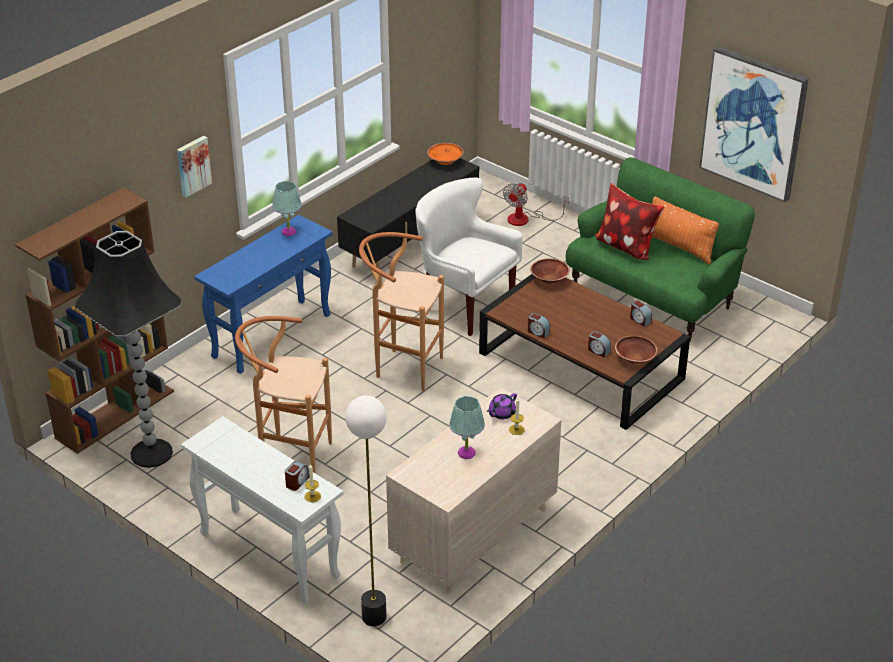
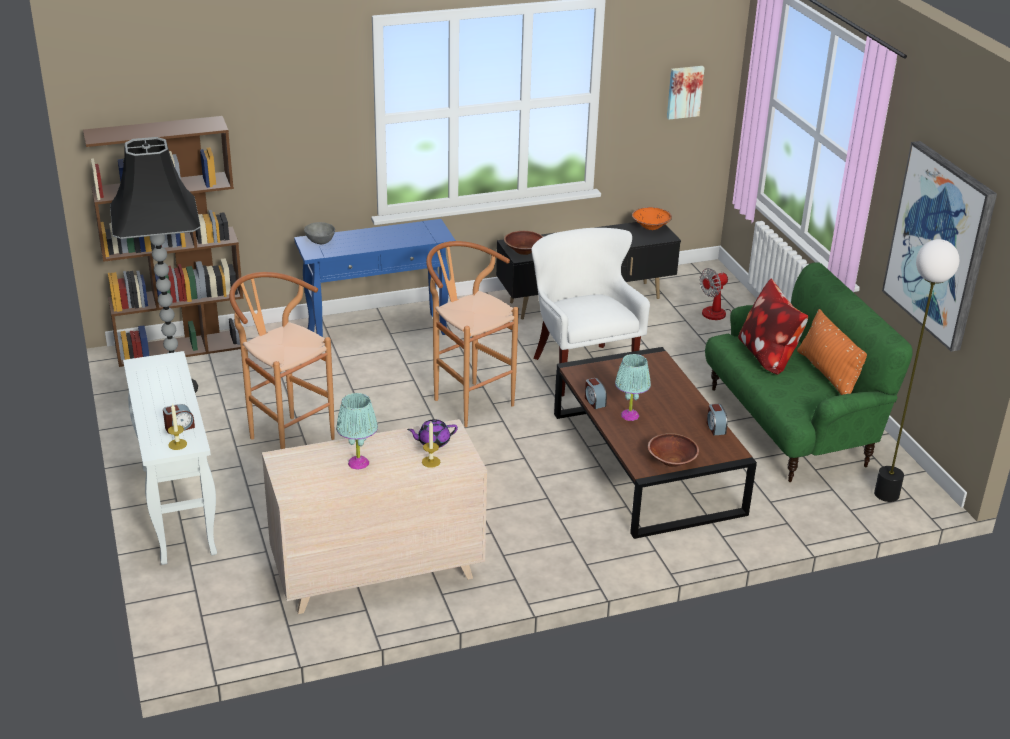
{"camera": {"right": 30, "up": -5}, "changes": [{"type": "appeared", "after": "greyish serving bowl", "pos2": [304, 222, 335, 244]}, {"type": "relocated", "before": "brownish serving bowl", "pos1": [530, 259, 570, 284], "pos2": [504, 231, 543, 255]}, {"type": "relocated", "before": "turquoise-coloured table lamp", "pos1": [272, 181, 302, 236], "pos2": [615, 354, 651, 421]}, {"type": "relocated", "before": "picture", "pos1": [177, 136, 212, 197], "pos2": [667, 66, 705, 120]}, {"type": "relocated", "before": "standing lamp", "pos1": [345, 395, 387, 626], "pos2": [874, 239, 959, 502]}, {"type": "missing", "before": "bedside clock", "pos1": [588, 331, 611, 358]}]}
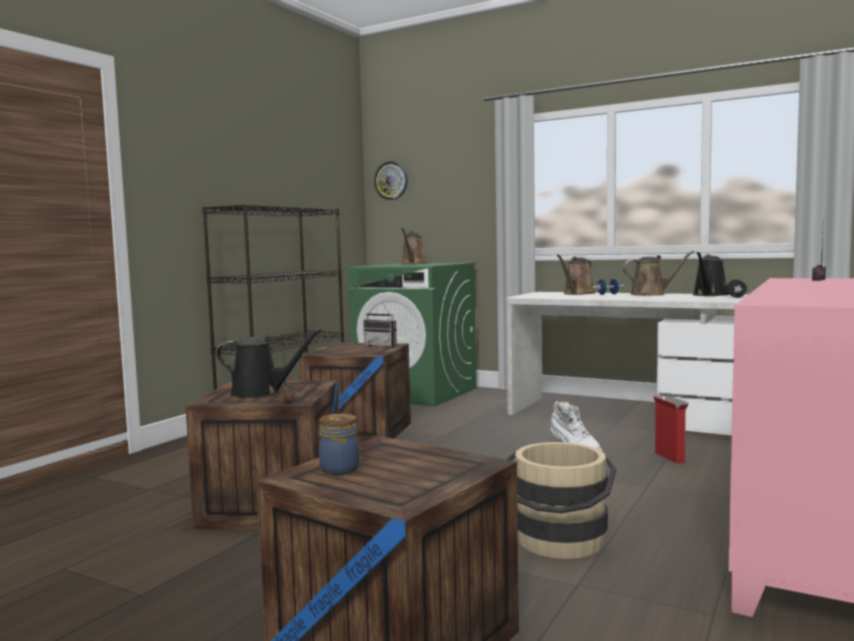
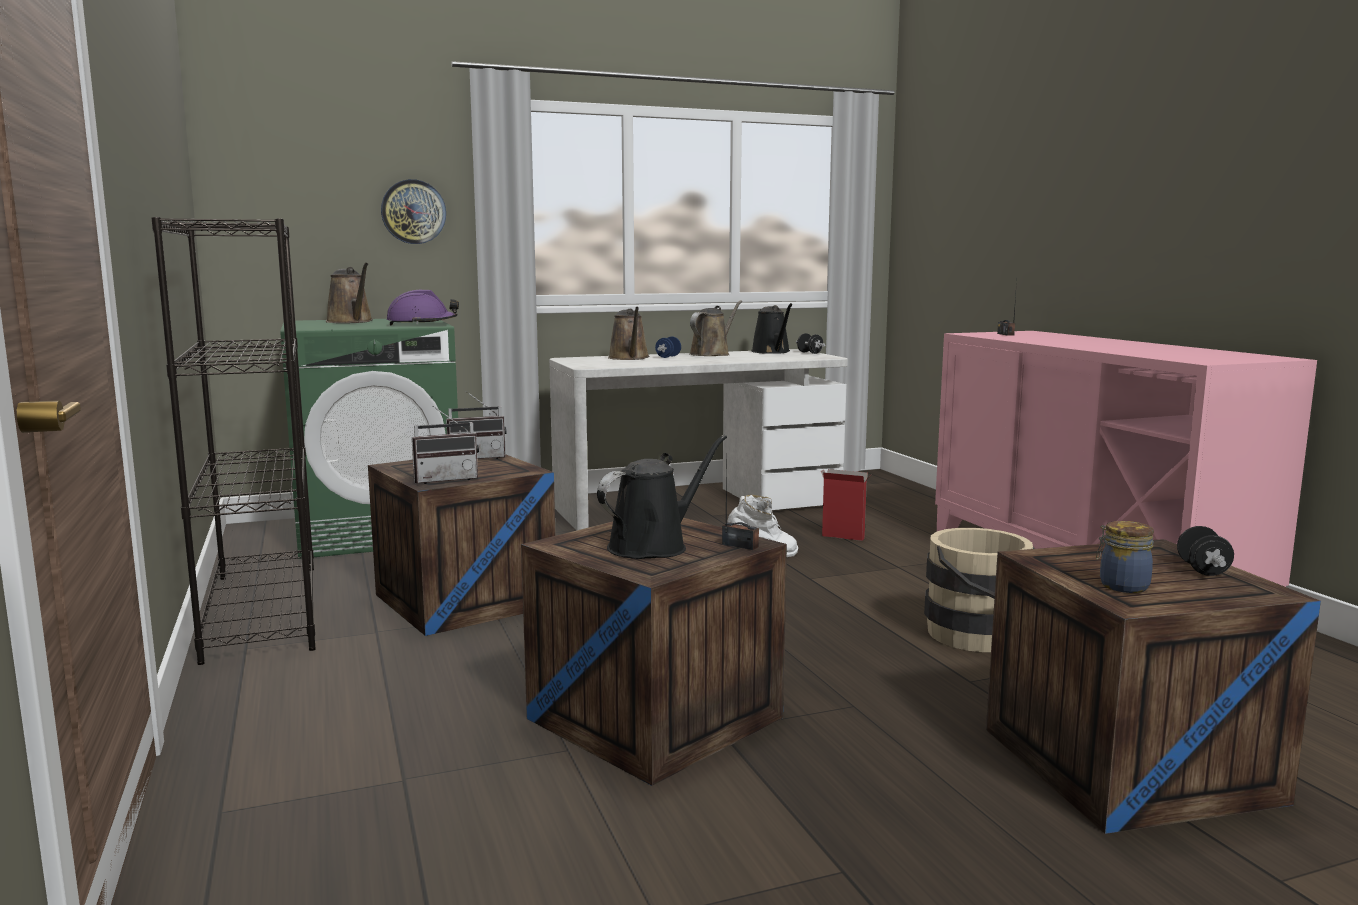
{"camera": {"right": -50, "up": 5}, "changes": [{"type": "relocated", "before": "hanging clock", "pos1": [374, 161, 408, 200], "pos2": [381, 179, 446, 244]}, {"type": "appeared", "after": "purple safety helmet", "pos2": [386, 290, 459, 325]}, {"type": "appeared", "after": "radio receiver", "pos2": [412, 406, 479, 484]}, {"type": "appeared", "after": "blackish hand weight", "pos2": [1177, 526, 1234, 576]}]}
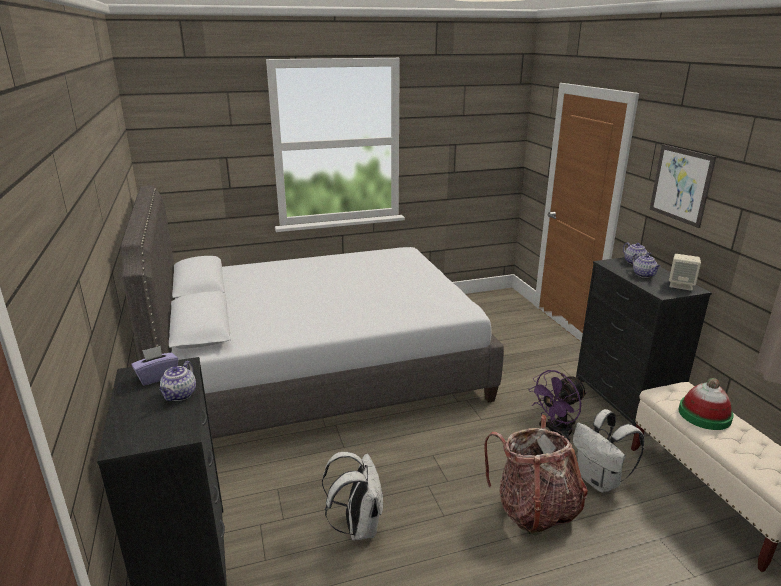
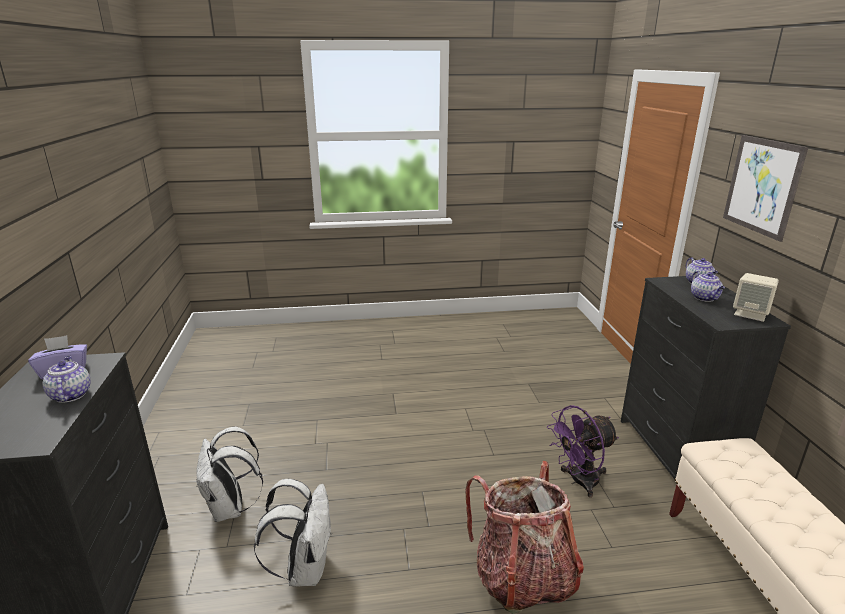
{"camera": {"right": 10, "up": 0}, "changes": [{"type": "spun", "before": "tea pot", "pos1": [159, 361, 196, 401], "pos2": [42, 356, 90, 403], "turn": 135}, {"type": "relocated", "before": "white backpack", "pos1": [573, 409, 644, 493], "pos2": [196, 427, 263, 522]}, {"type": "missing", "before": "greyish bedroom bed", "pos1": [120, 185, 504, 439]}, {"type": "missing", "before": "wearable hat", "pos1": [678, 378, 734, 430]}]}
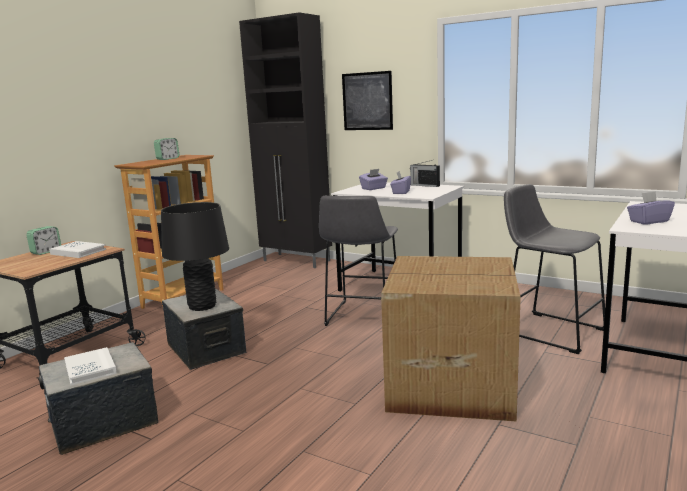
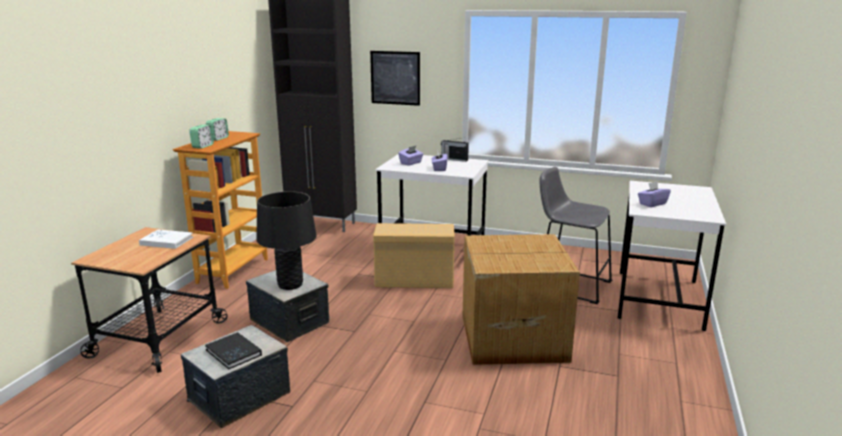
{"camera": {"right": -15, "up": 5}, "changes": [{"type": "relocated", "before": "bedside clock", "pos1": [26, 226, 61, 255], "pos2": [189, 125, 214, 149]}, {"type": "colour", "before": "white bound book", "after": "blackish bound book", "pos1": [64, 347, 117, 385], "pos2": [205, 332, 262, 369]}, {"type": "exchanged", "before": "greyish stool seat", "after": "beige storage box", "pos1": [319, 196, 398, 326], "pos2": [373, 223, 455, 288]}]}
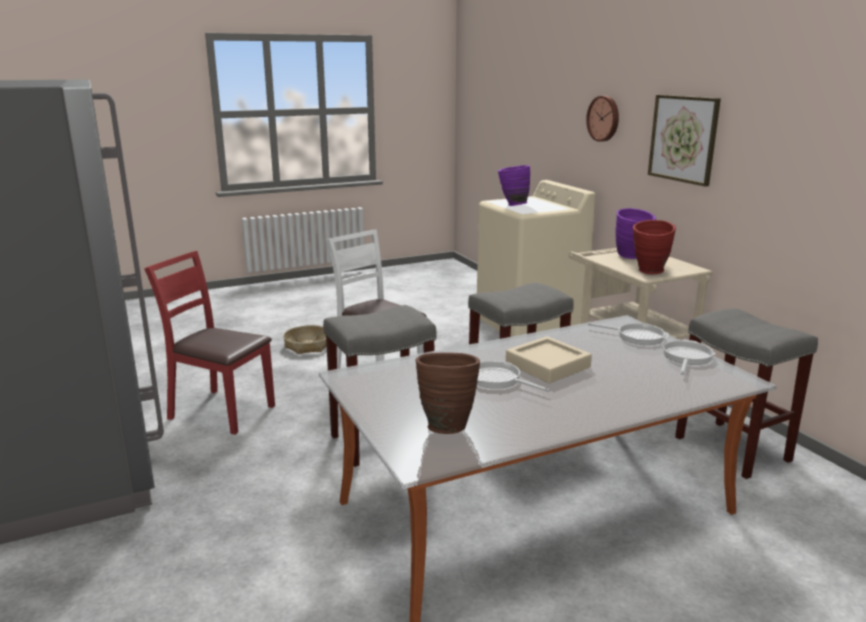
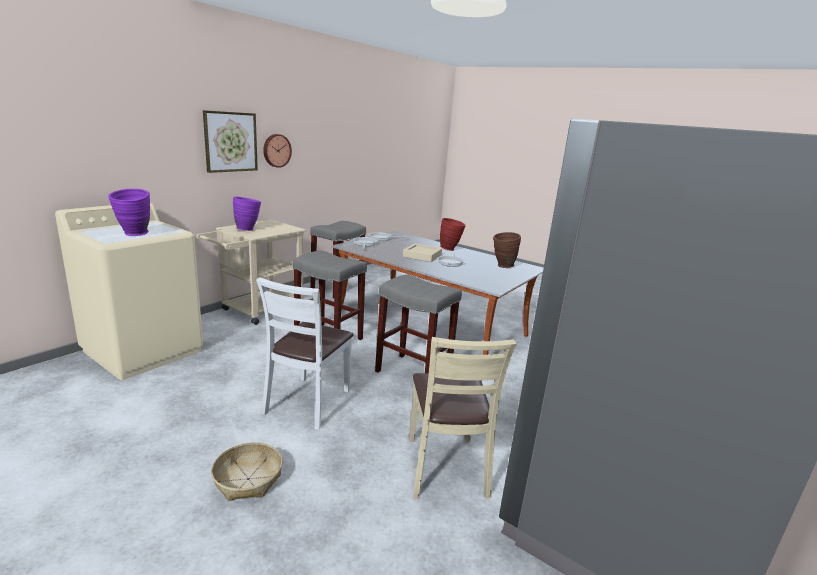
{"camera": {"right": -120, "up": 0}, "changes": [{"type": "relocated", "before": "hanging clock", "pos1": [586, 96, 619, 142], "pos2": [263, 134, 292, 168]}, {"type": "colour", "before": "reddish chair", "after": "beige chair", "pos1": [144, 251, 275, 435], "pos2": [409, 337, 516, 499]}, {"type": "relocated", "before": "reddish decorative vase", "pos1": [633, 220, 676, 274], "pos2": [440, 218, 466, 251]}]}
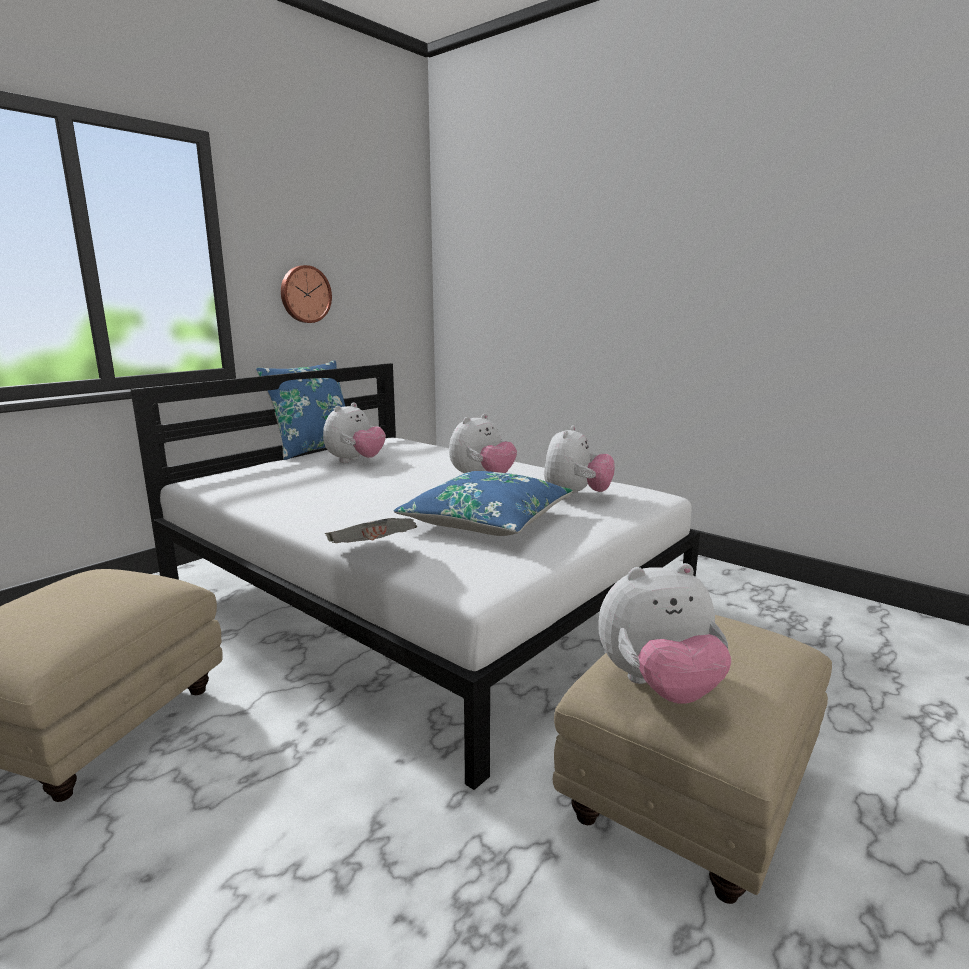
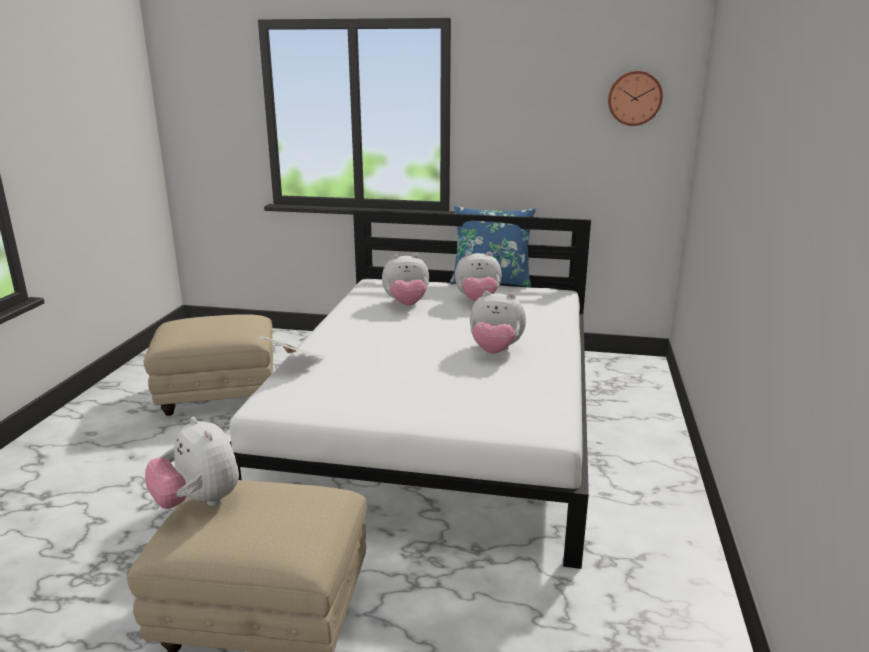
{"camera": {"right": 60, "up": 5}, "changes": [{"type": "relocated", "before": "plush toy", "pos1": [544, 425, 615, 499], "pos2": [382, 254, 429, 305]}, {"type": "relocated", "before": "hanging clock", "pos1": [281, 265, 332, 323], "pos2": [608, 71, 663, 126]}, {"type": "missing", "before": "blue-coloured throw pillow", "pos1": [394, 471, 573, 536]}]}
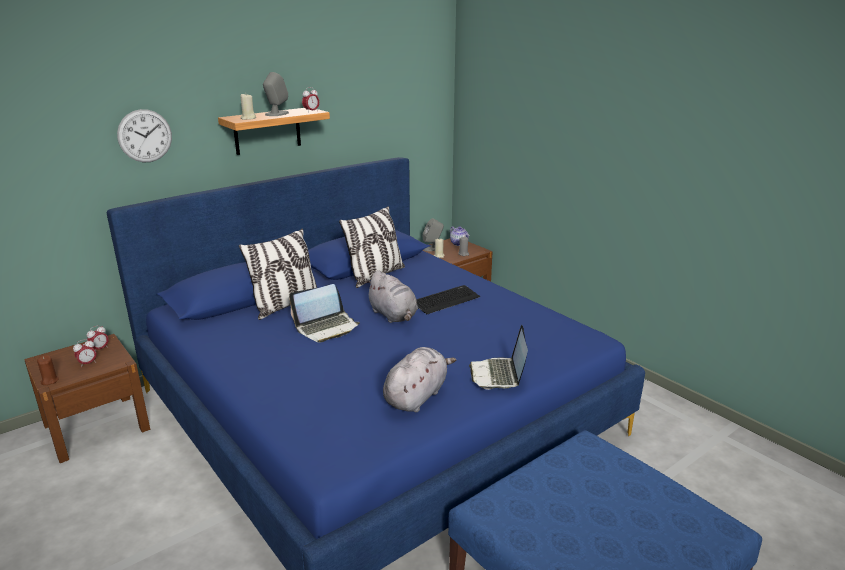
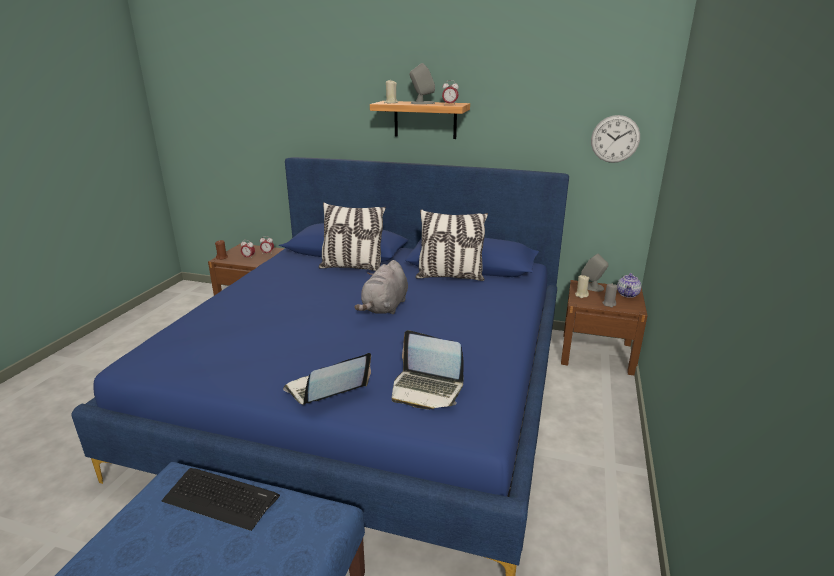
{"camera": {"right": 55, "up": 0}, "changes": [{"type": "relocated", "before": "computer keyboard", "pos1": [416, 285, 480, 314], "pos2": [162, 468, 280, 531]}, {"type": "relocated", "before": "laptop", "pos1": [289, 284, 360, 343], "pos2": [392, 330, 464, 410]}, {"type": "relocated", "before": "hanging clock", "pos1": [117, 109, 172, 162], "pos2": [591, 115, 640, 163]}, {"type": "missing", "before": "greyish plush toy", "pos1": [383, 347, 456, 412]}]}
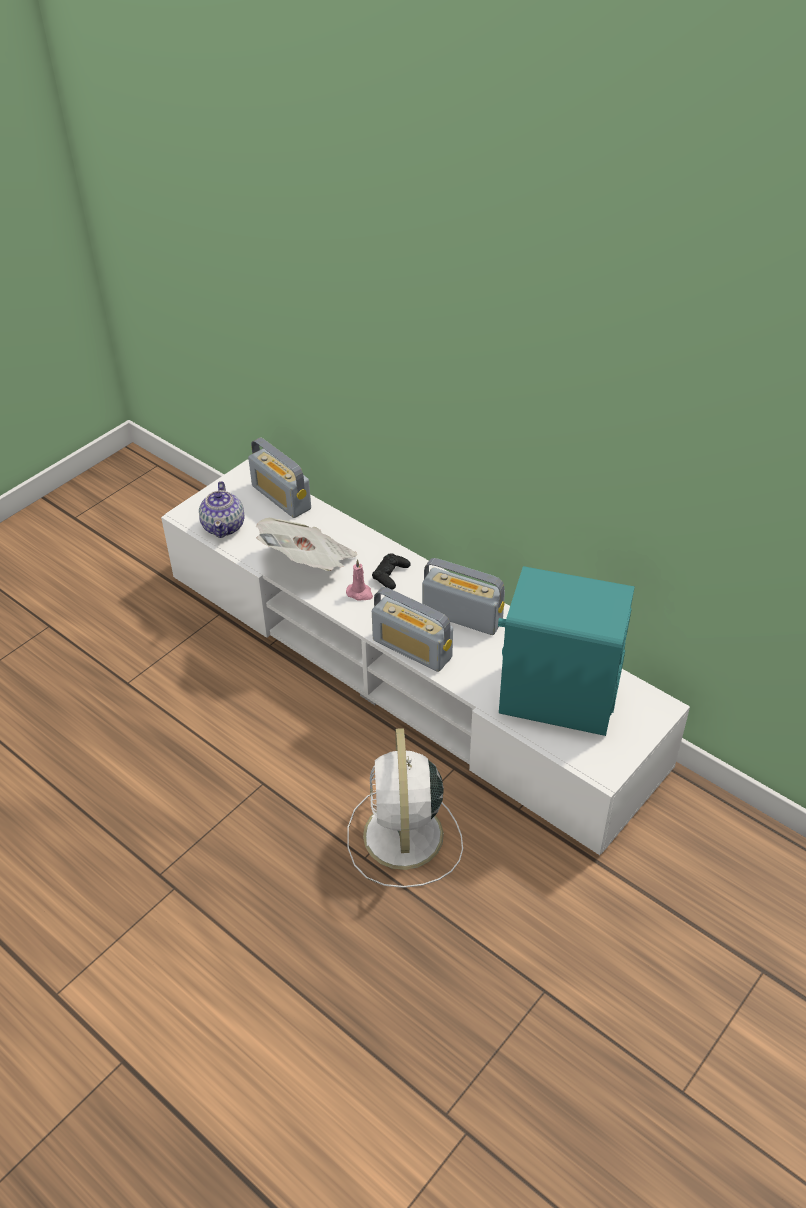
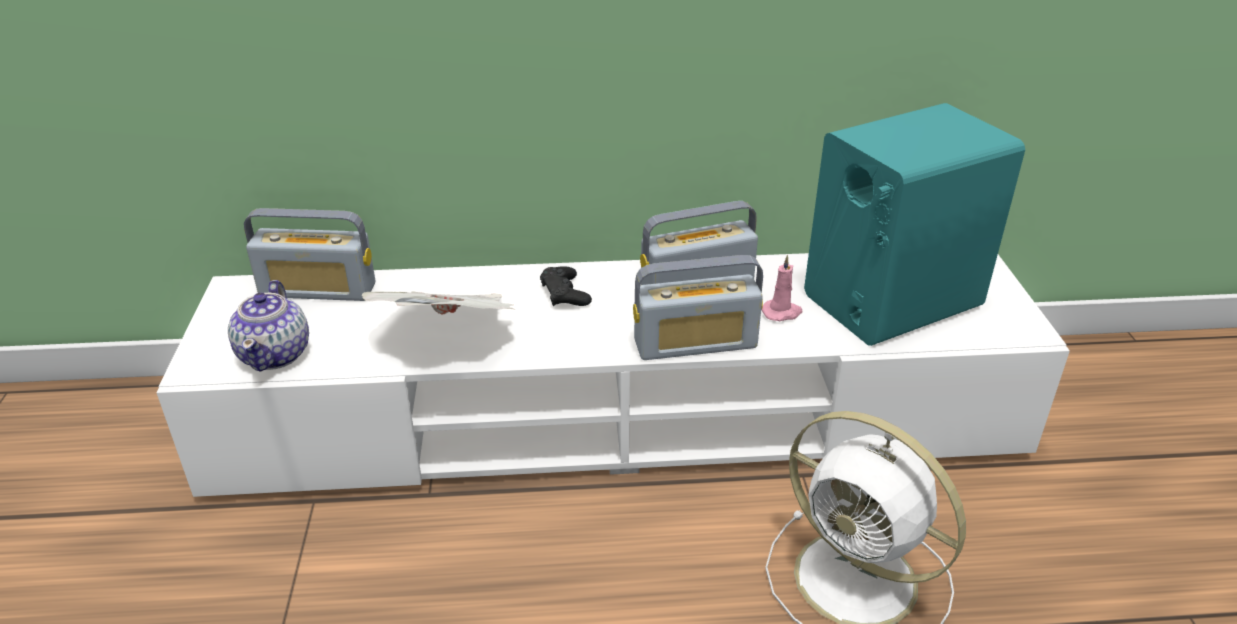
{"camera": {"right": -45, "up": -10}, "changes": [{"type": "spun", "before": "tea pot", "pos1": [199, 481, 245, 538], "pos2": [228, 280, 309, 372], "turn": 45}, {"type": "relocated", "before": "pinkish wax candle", "pos1": [346, 559, 373, 601], "pos2": [761, 255, 802, 321]}]}
